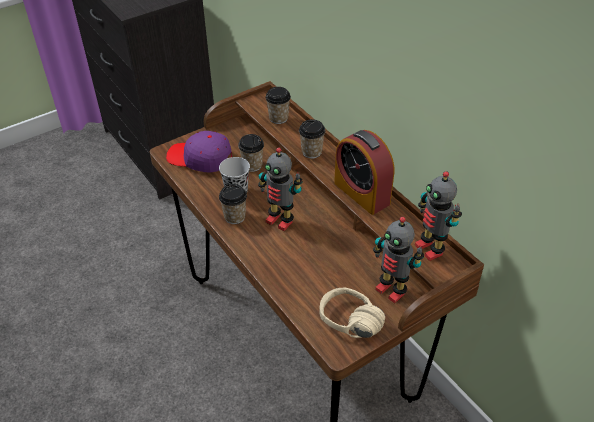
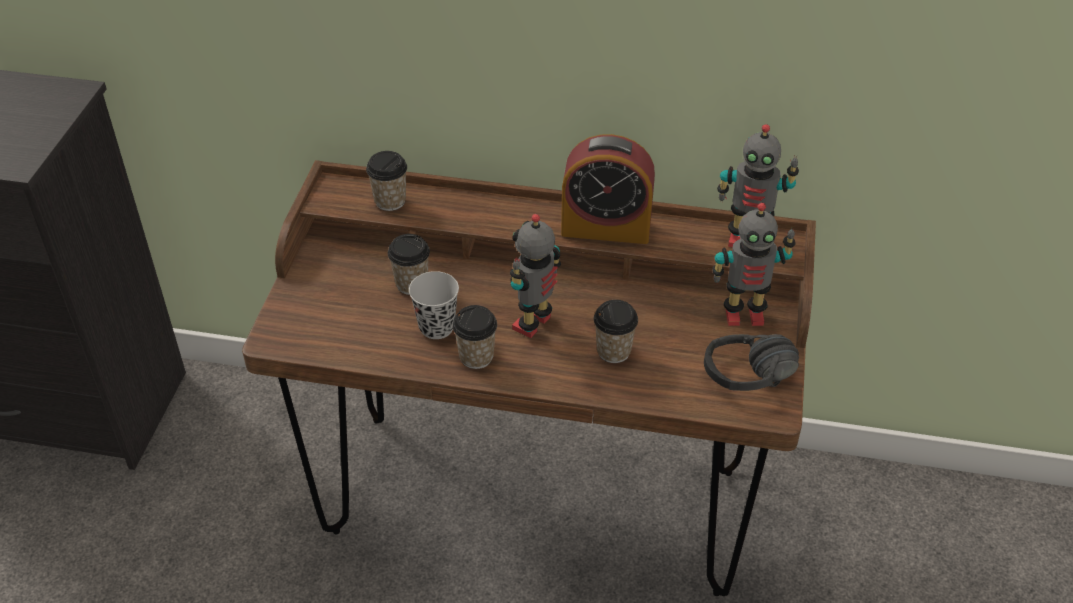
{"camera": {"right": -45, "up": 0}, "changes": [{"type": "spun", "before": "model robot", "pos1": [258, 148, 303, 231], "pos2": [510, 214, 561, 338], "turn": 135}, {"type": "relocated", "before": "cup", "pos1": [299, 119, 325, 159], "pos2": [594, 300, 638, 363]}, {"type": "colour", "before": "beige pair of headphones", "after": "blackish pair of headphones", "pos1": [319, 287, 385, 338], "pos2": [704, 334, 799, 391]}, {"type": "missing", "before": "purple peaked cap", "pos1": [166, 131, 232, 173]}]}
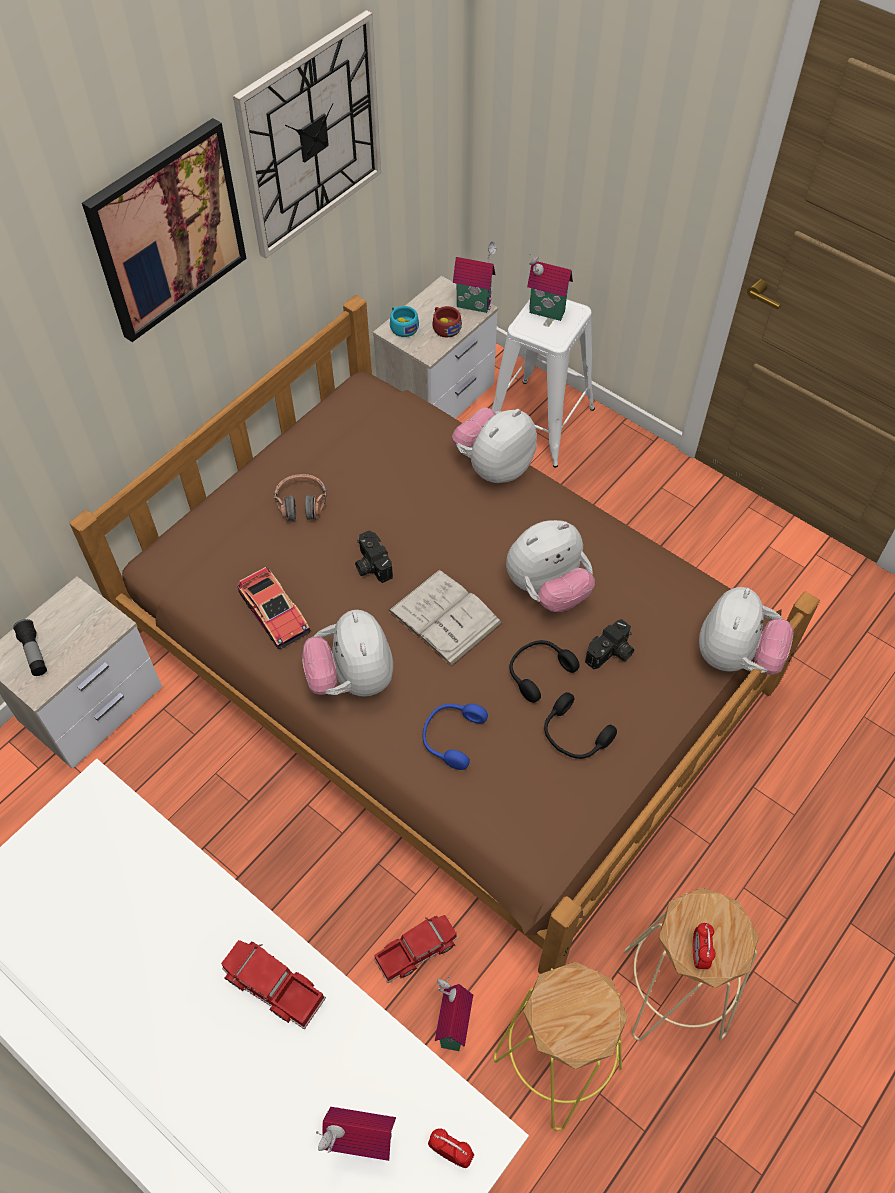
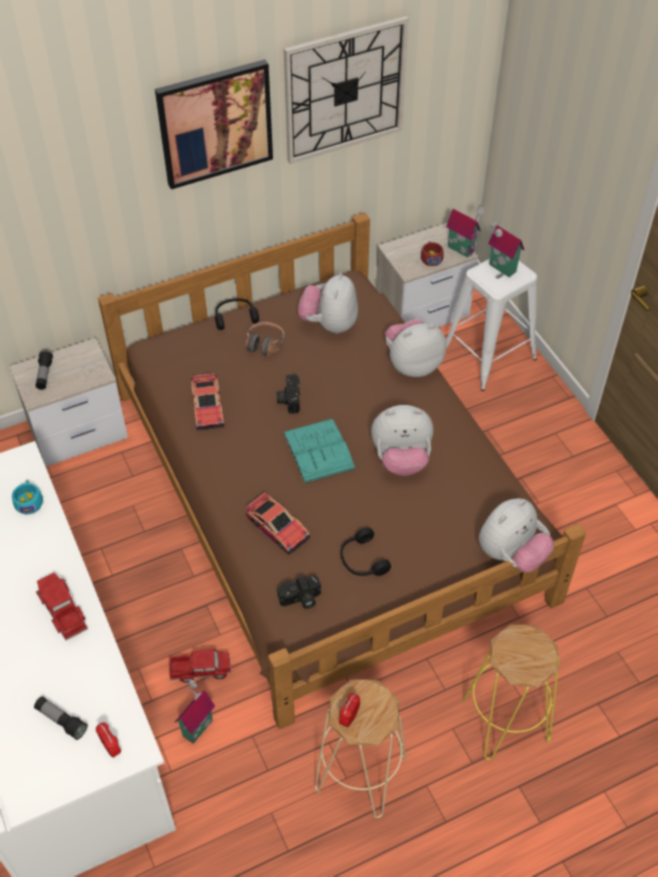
{"camera": {"right": 25, "up": -5}, "changes": [{"type": "relocated", "before": "turquoise-coloured cup", "pos1": [390, 306, 419, 337], "pos2": [12, 480, 43, 514]}, {"type": "exchanged", "before": "miniature house", "after": "flashlight", "pos1": [316, 1107, 396, 1161], "pos2": [34, 696, 88, 740]}, {"type": "relocated", "before": "blackish pair of headphones", "pos1": [510, 640, 580, 703], "pos2": [215, 298, 259, 330]}, {"type": "exchanged", "before": "blue-coloured pair of headphones", "after": "model car", "pos1": [423, 704, 488, 770], "pos2": [246, 493, 310, 555]}, {"type": "relocated", "before": "photo camera", "pos1": [585, 619, 634, 669], "pos2": [277, 576, 321, 609]}, {"type": "colour", "before": "white bound book", "after": "turquoise-coloured bound book", "pos1": [387, 569, 503, 667], "pos2": [283, 418, 356, 484]}, {"type": "relocated", "before": "plush toy", "pos1": [302, 610, 393, 696], "pos2": [298, 273, 358, 334]}, {"type": "relocated", "before": "yellow stool seat", "pos1": [494, 961, 628, 1130], "pos2": [462, 624, 560, 760]}]}
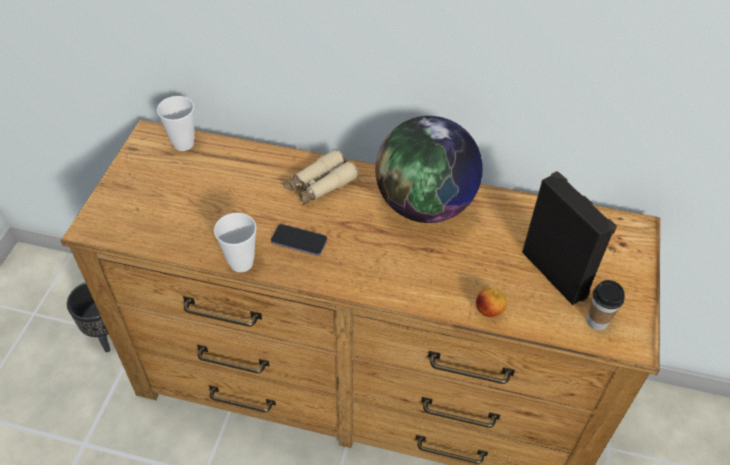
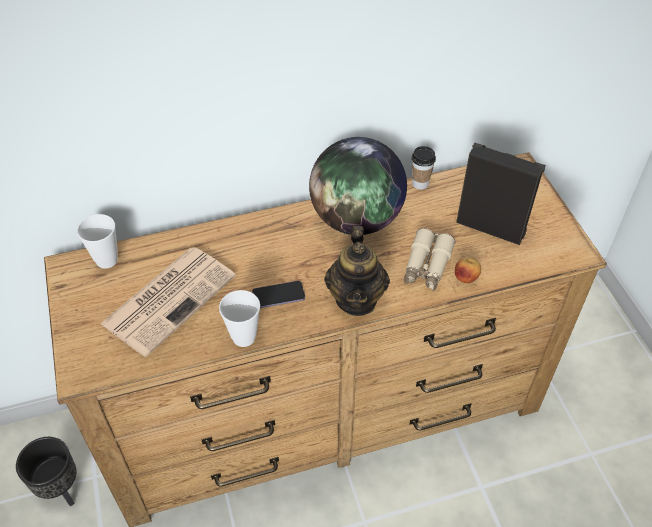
{"camera": {"right": -30, "up": 0}, "changes": [{"type": "appeared", "after": "newspaper", "pos2": [100, 247, 236, 357]}, {"type": "appeared", "after": "tea pot", "pos2": [324, 226, 390, 316]}, {"type": "relocated", "before": "beige pair of binoculars", "pos1": [283, 149, 359, 205], "pos2": [403, 228, 455, 291]}, {"type": "relocated", "before": "cup", "pos1": [587, 280, 625, 330], "pos2": [412, 146, 436, 190]}]}
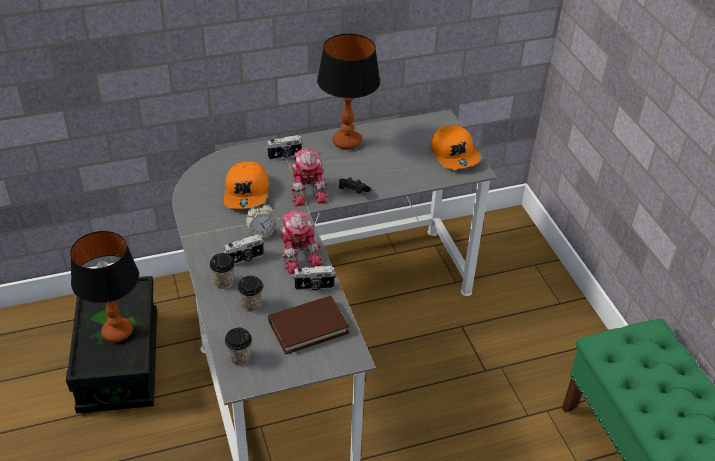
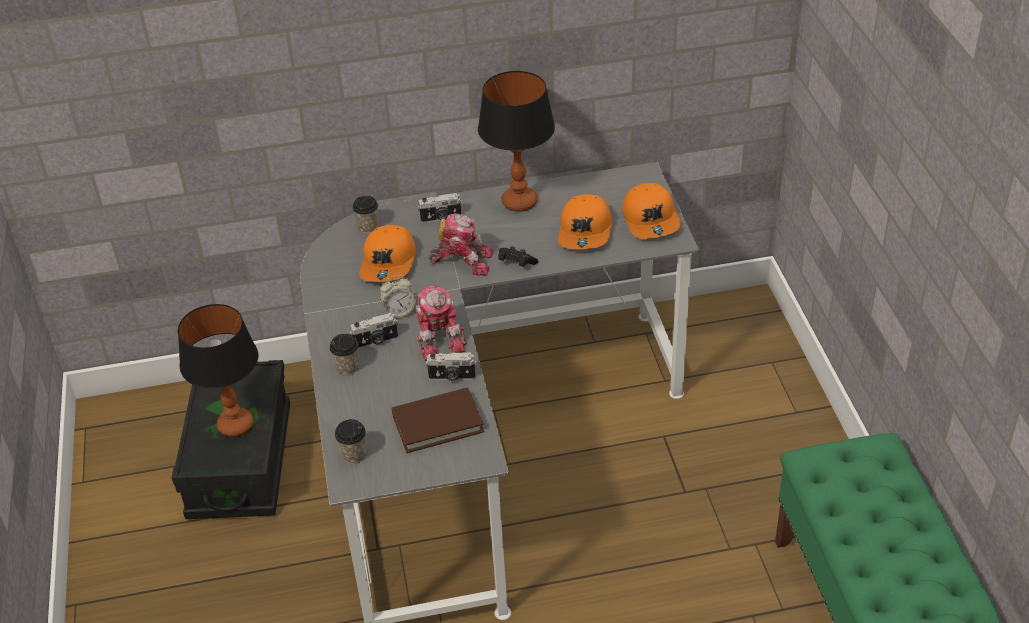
{"camera": {"right": 10, "up": 0}, "changes": [{"type": "relocated", "before": "cup", "pos1": [238, 276, 263, 312], "pos2": [352, 196, 378, 234]}, {"type": "spun", "before": "model robot", "pos1": [291, 148, 329, 206], "pos2": [429, 213, 493, 276], "turn": -75}, {"type": "appeared", "after": "orange-coloured peaked cap", "pos2": [558, 194, 612, 249]}]}
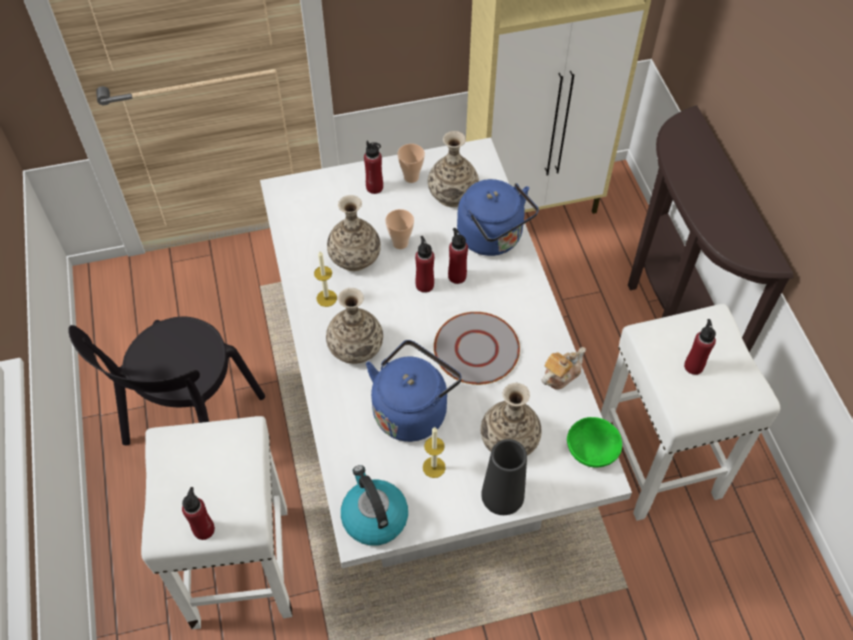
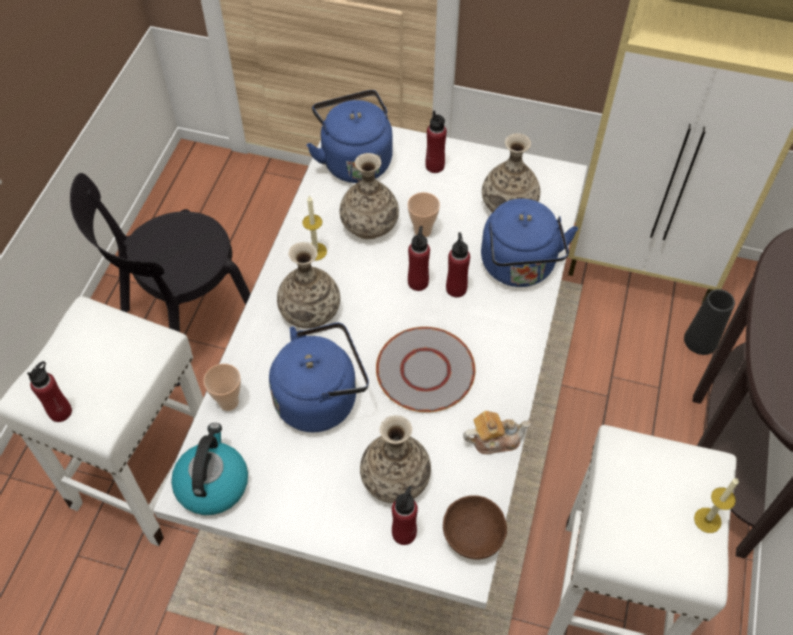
{"camera": {"right": 30, "up": 0}, "changes": [{"type": "relocated", "before": "cup", "pos1": [397, 144, 425, 183], "pos2": [203, 364, 241, 411]}, {"type": "appeared", "after": "blue-coloured tea kettle", "pos2": [306, 90, 393, 183]}, {"type": "relocated", "before": "reddish beverage bottle", "pos1": [684, 319, 716, 375], "pos2": [392, 486, 418, 545]}, {"type": "colour", "before": "green serving bowl", "after": "brownish serving bowl", "pos1": [567, 417, 622, 468], "pos2": [443, 495, 507, 560]}, {"type": "relocated", "before": "blackish decorative vase", "pos1": [481, 439, 527, 515], "pos2": [684, 289, 735, 355]}, {"type": "relocated", "before": "wax candle", "pos1": [423, 427, 446, 478], "pos2": [694, 478, 739, 533]}]}
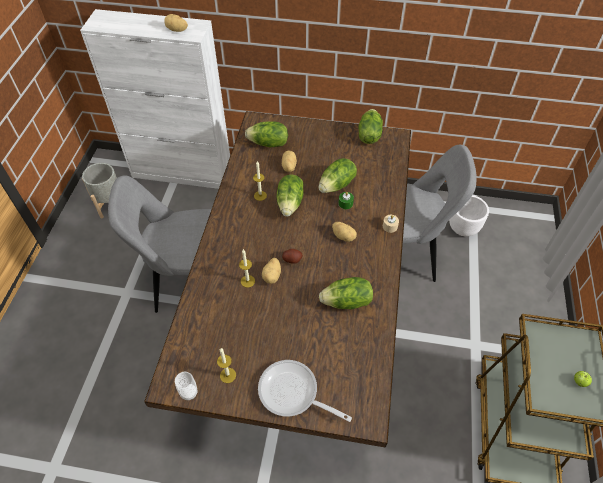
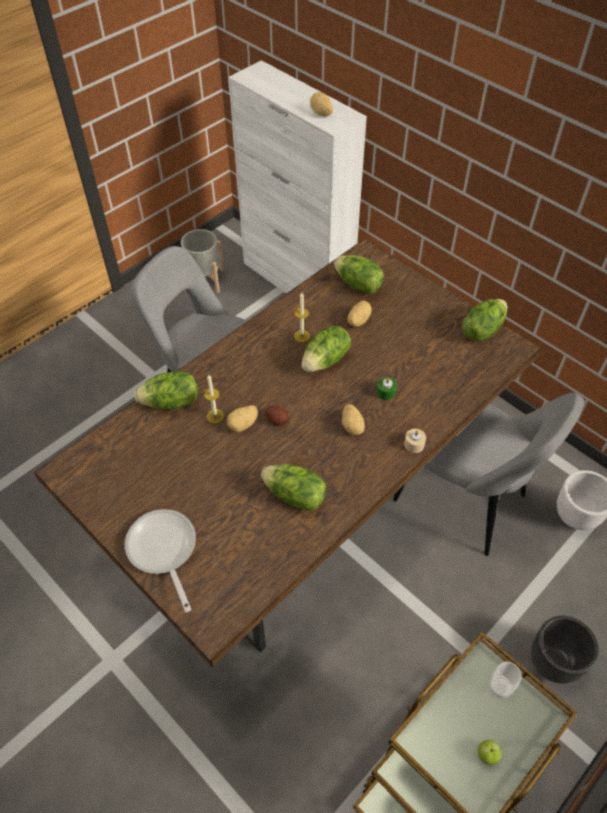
{"camera": {"right": 35, "up": 0}, "changes": [{"type": "relocated", "before": "head of lettuce", "pos1": [318, 158, 357, 193], "pos2": [134, 371, 198, 409]}, {"type": "relocated", "before": "cup", "pos1": [175, 372, 198, 400], "pos2": [489, 662, 522, 698]}, {"type": "appeared", "after": "blackish flower pot", "pos2": [531, 616, 599, 684]}, {"type": "missing", "before": "wax candle", "pos1": [217, 348, 236, 383]}]}
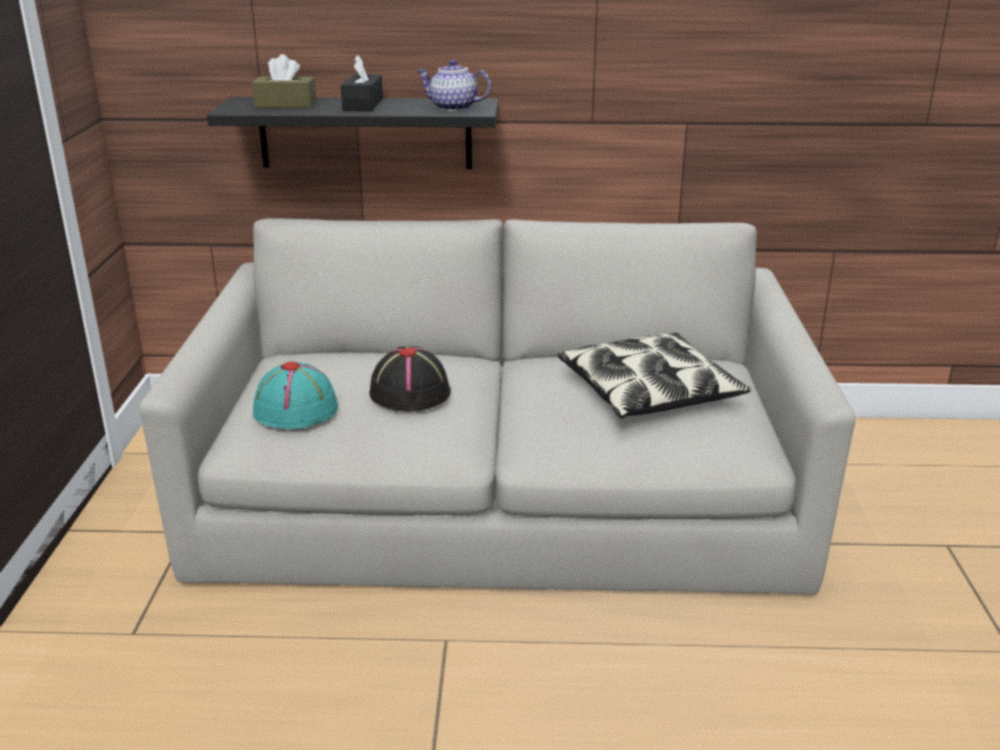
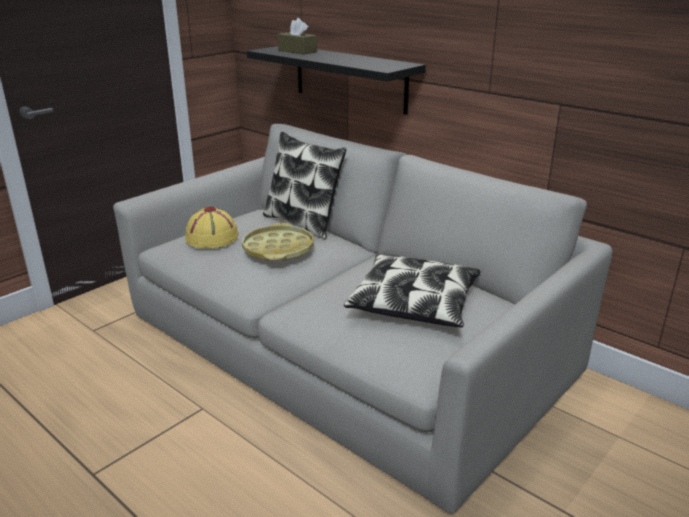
{"camera": {"right": 40, "up": 0}, "changes": [{"type": "colour", "before": "turquoise-coloured wearable hat", "after": "yellow wearable hat", "pos1": [253, 361, 338, 429], "pos2": [185, 207, 238, 248]}, {"type": "exchanged", "before": "blackish wearable hat", "after": "yellow serving tray", "pos1": [369, 346, 451, 412], "pos2": [242, 223, 314, 261]}, {"type": "appeared", "after": "throw pillow", "pos2": [263, 131, 347, 240]}, {"type": "missing", "before": "blackish tissue box", "pos1": [341, 55, 383, 111]}, {"type": "missing", "before": "tea pot", "pos1": [417, 60, 491, 111]}]}
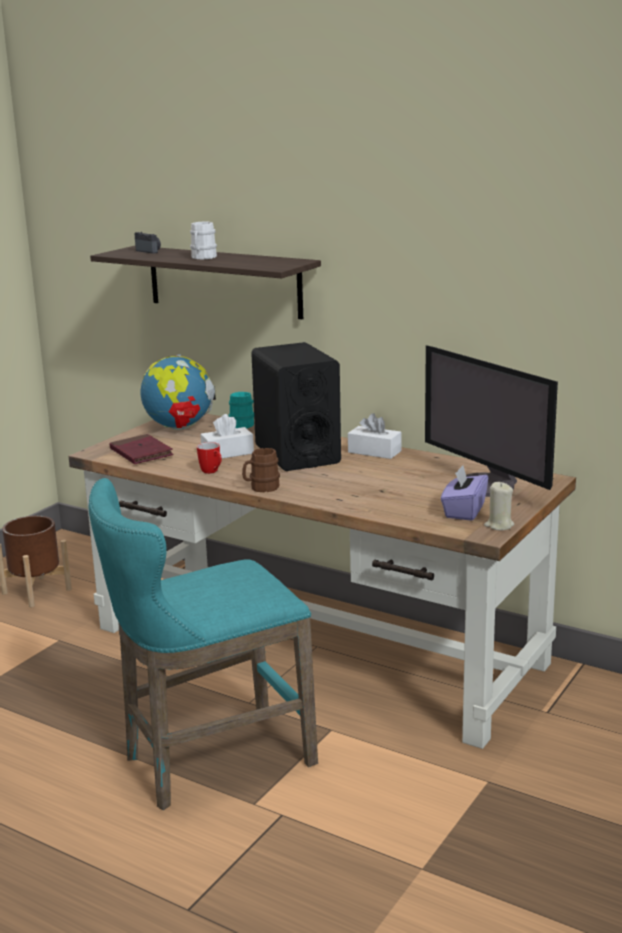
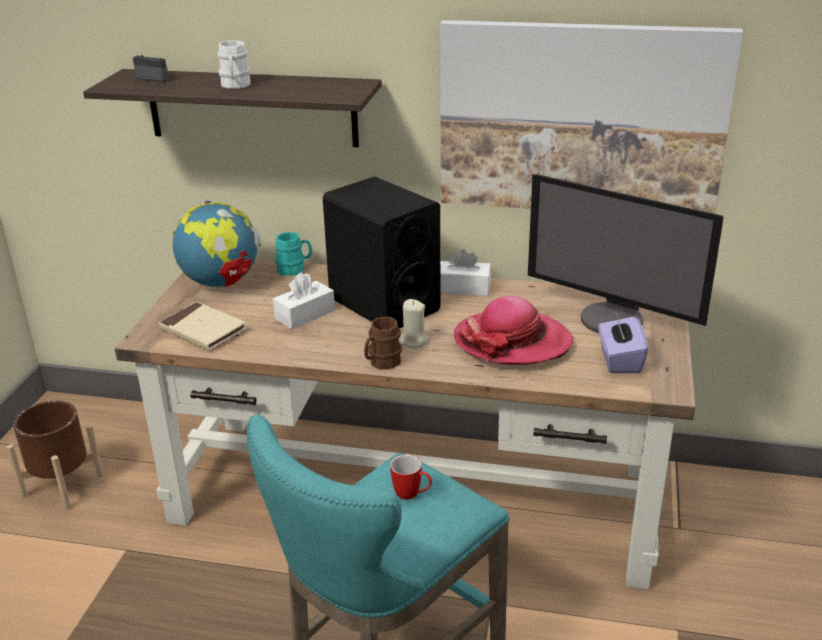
{"camera": {"right": -20, "up": 10}, "changes": [{"type": "colour", "before": "reddish bound book", "after": "beige bound book", "pos1": [110, 434, 174, 464], "pos2": [159, 302, 247, 350]}, {"type": "relocated", "before": "mug", "pos1": [197, 442, 222, 474], "pos2": [390, 455, 432, 500]}, {"type": "relocated", "before": "beige wax candle", "pos1": [484, 482, 514, 530], "pos2": [399, 299, 428, 348]}, {"type": "appeared", "after": "picture", "pos2": [440, 20, 743, 214]}, {"type": "appeared", "after": "wearable hat", "pos2": [454, 296, 573, 365]}]}
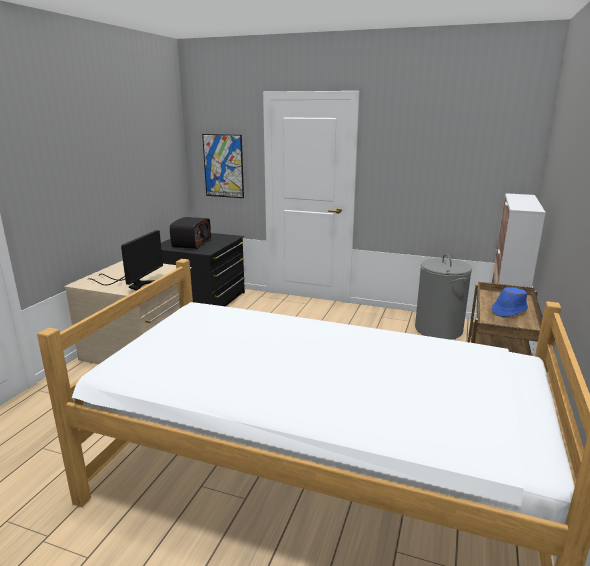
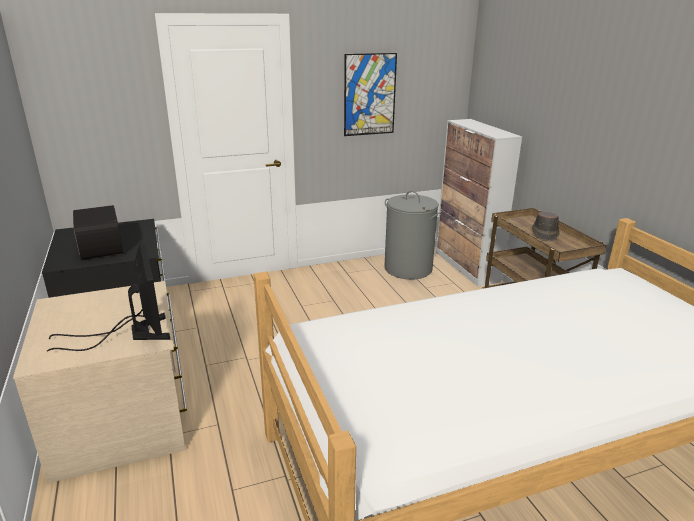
{"camera": {"right": -40, "up": 5}, "changes": [{"type": "relocated", "before": "picture", "pos1": [202, 134, 244, 198], "pos2": [344, 53, 397, 136]}, {"type": "colour", "before": "blue-coloured wearable hat", "after": "brownish wearable hat", "pos1": [492, 287, 528, 317], "pos2": [532, 212, 559, 241]}]}
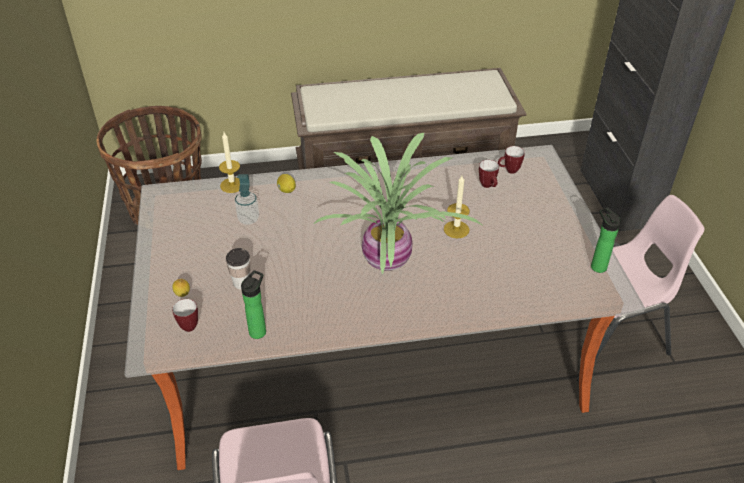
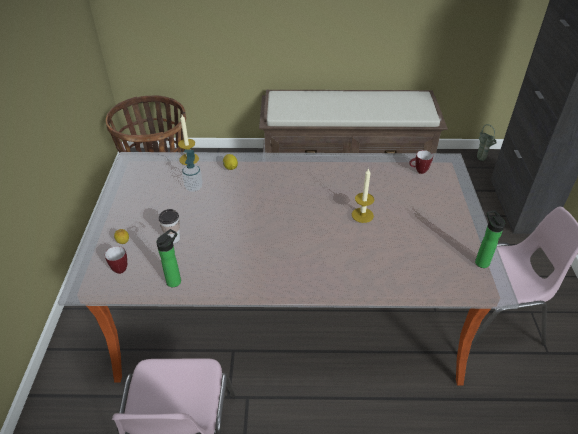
{"camera": {"right": 10, "up": 0}, "changes": [{"type": "appeared", "after": "green decorative vase", "pos2": [477, 124, 497, 161]}, {"type": "missing", "before": "potted plant", "pos1": [314, 133, 482, 275]}, {"type": "missing", "before": "mug", "pos1": [479, 160, 499, 188]}]}
